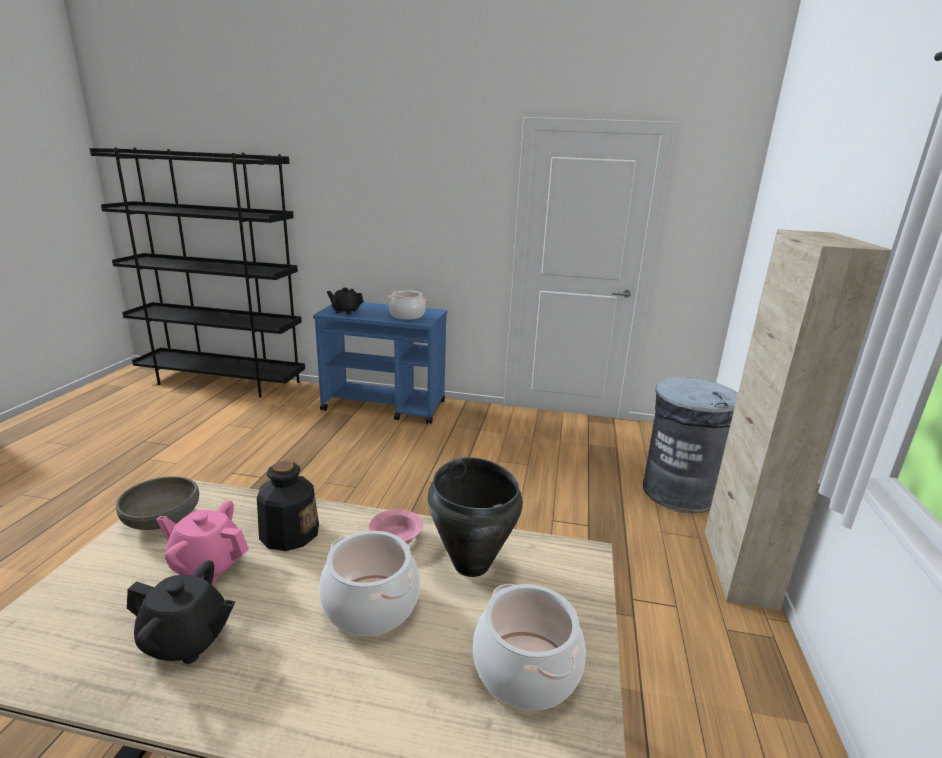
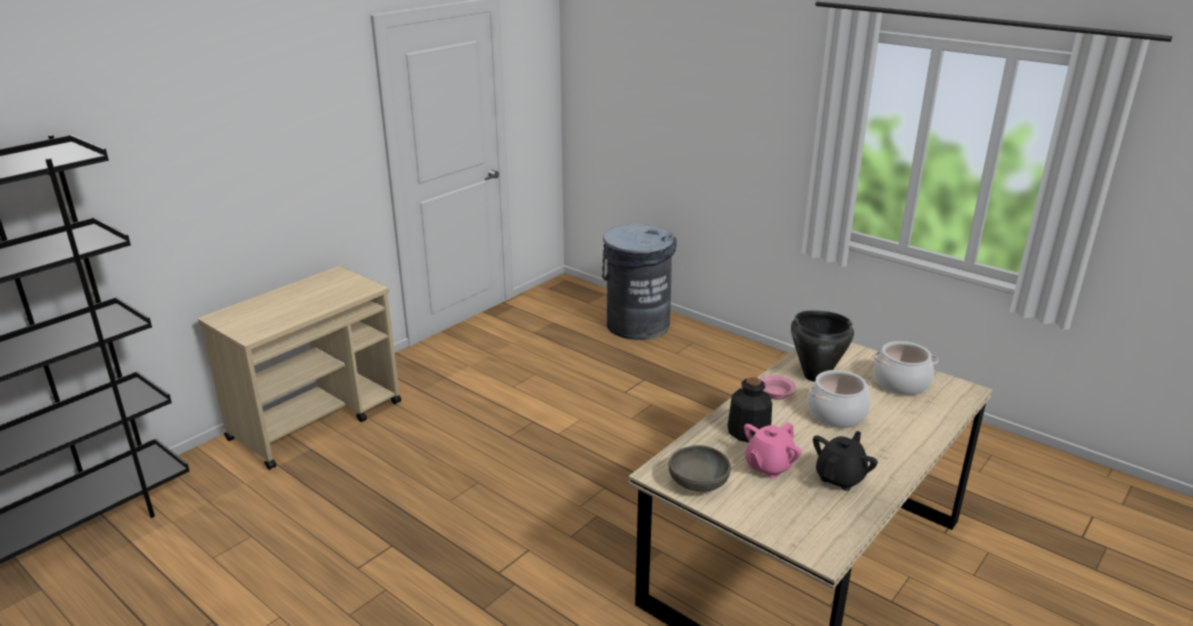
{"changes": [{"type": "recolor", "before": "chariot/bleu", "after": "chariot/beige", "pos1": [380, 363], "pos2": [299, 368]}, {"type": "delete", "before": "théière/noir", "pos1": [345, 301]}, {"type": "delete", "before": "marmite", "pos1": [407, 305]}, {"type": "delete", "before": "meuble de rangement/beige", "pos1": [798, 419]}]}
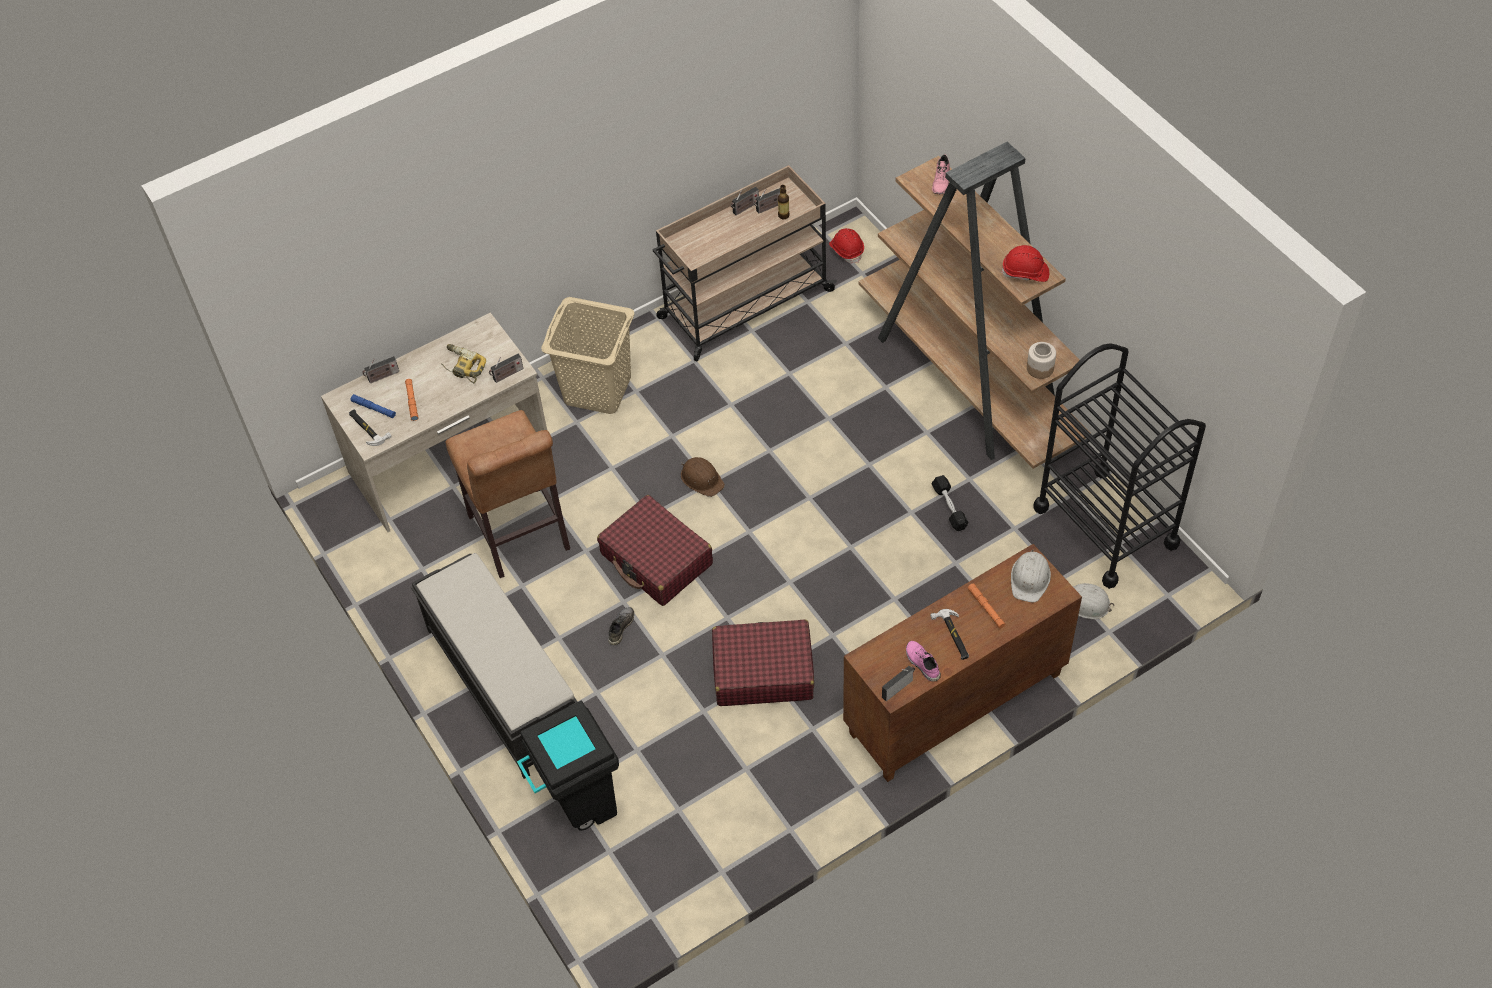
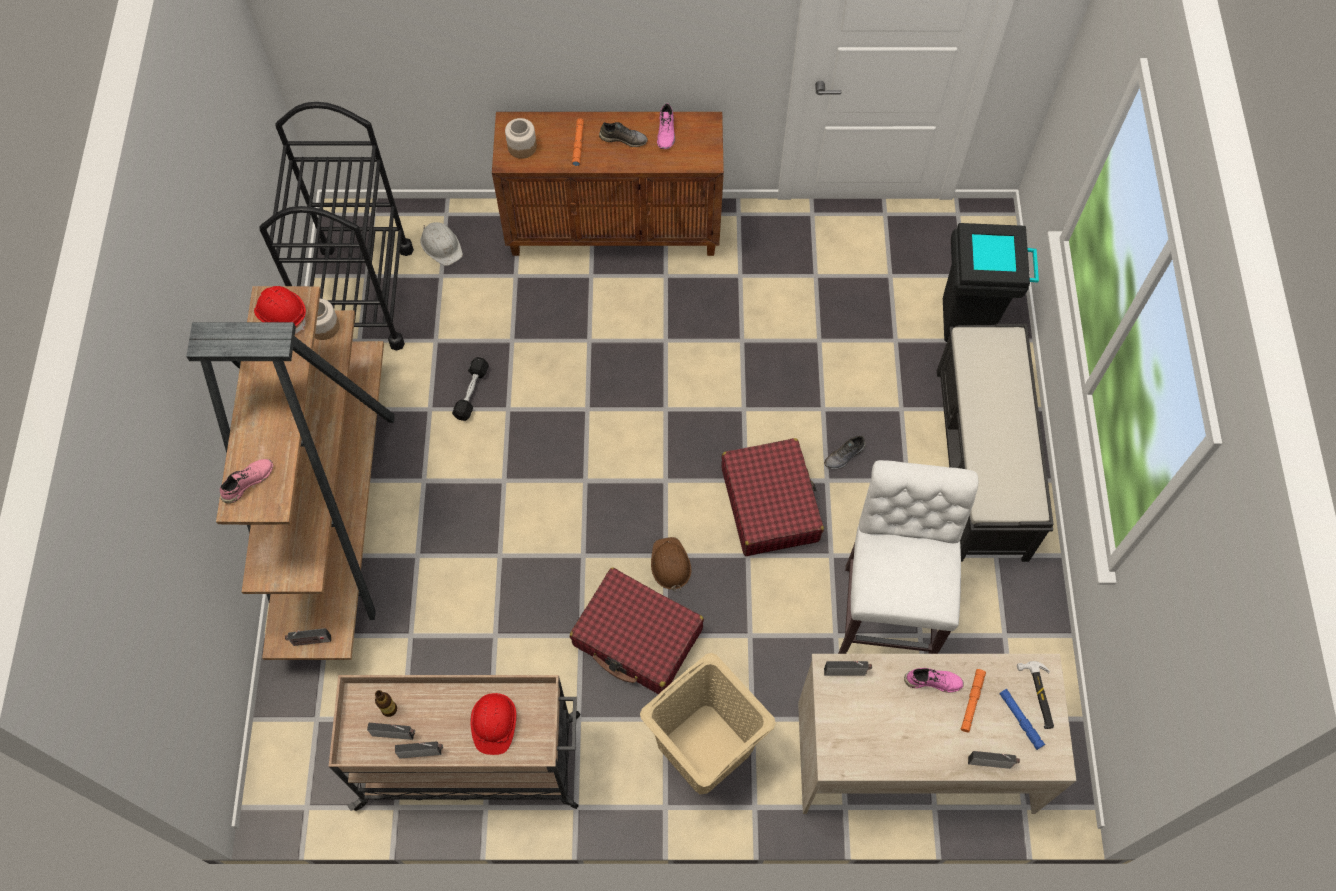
{"changes": [{"type": "move", "before": "radio", "pos1": [898, 683], "pos2": [308, 637]}, {"type": "move", "before": "casque de chantier/rouge", "pos1": [846, 245], "pos2": [494, 724]}, {"type": "replace", "before": "casque de chantier/blanc", "after": "bocal", "pos1": [1031, 575], "pos2": [521, 138]}, {"type": "move", "before": "valise/rouge", "pos1": [763, 662], "pos2": [637, 630]}, {"type": "replace", "before": "marteau", "after": "chaussure/gris", "pos1": [949, 634], "pos2": [623, 134]}, {"type": "recolor", "before": "tabouret/marron", "after": "tabouret/blanc", "pos1": [508, 494], "pos2": [908, 557]}, {"type": "insert", "after": "chaussure/rose", "pos2": [934, 680]}, {"type": "delete", "before": "perceuse", "pos1": [464, 363]}]}
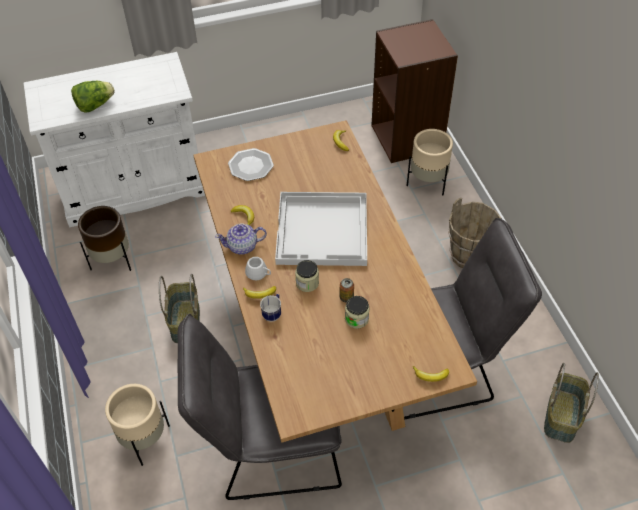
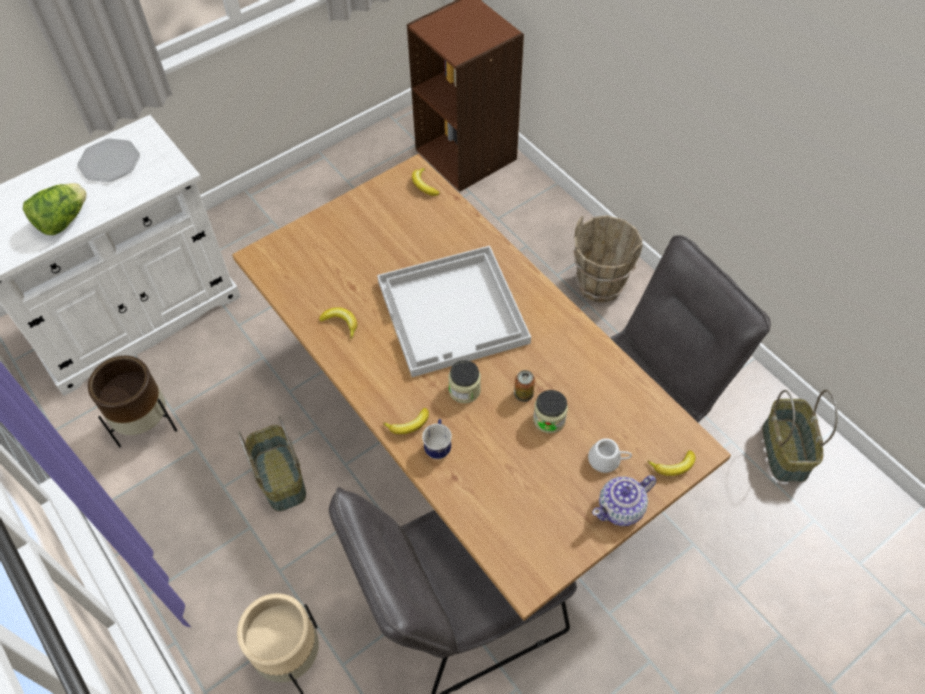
{"changes": [{"type": "move", "before": "assiette", "pos1": [251, 164], "pos2": [108, 160]}, {"type": "move", "before": "mug/blanc", "pos1": [258, 268], "pos2": [610, 455]}, {"type": "move", "before": "théière", "pos1": [241, 239], "pos2": [624, 500]}, {"type": "delete", "before": "cache-pot/beige", "pos1": [430, 162]}]}
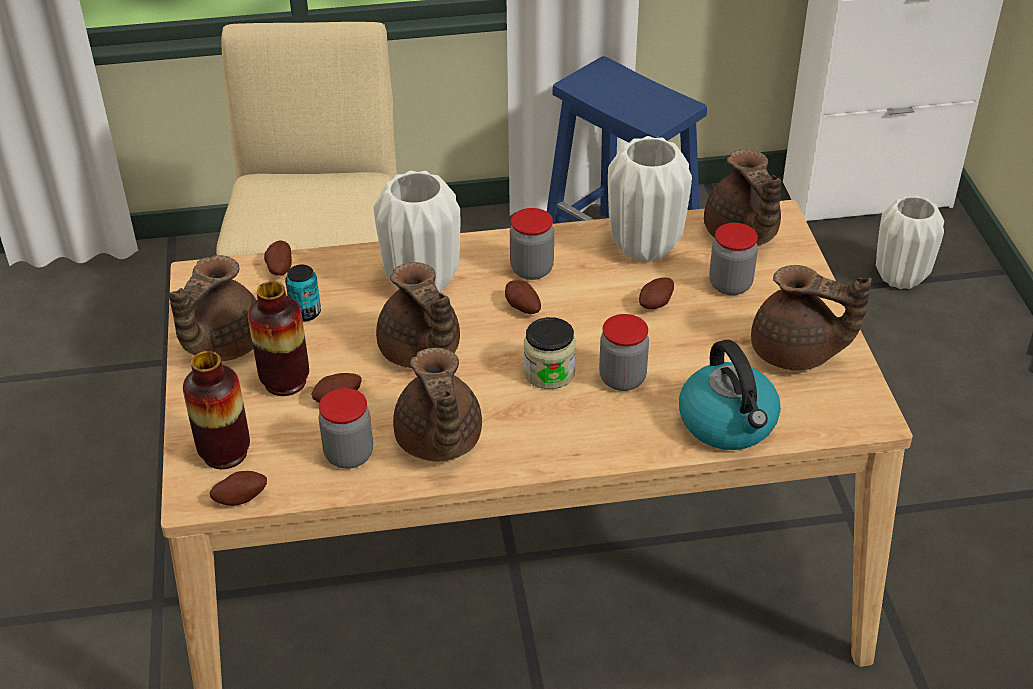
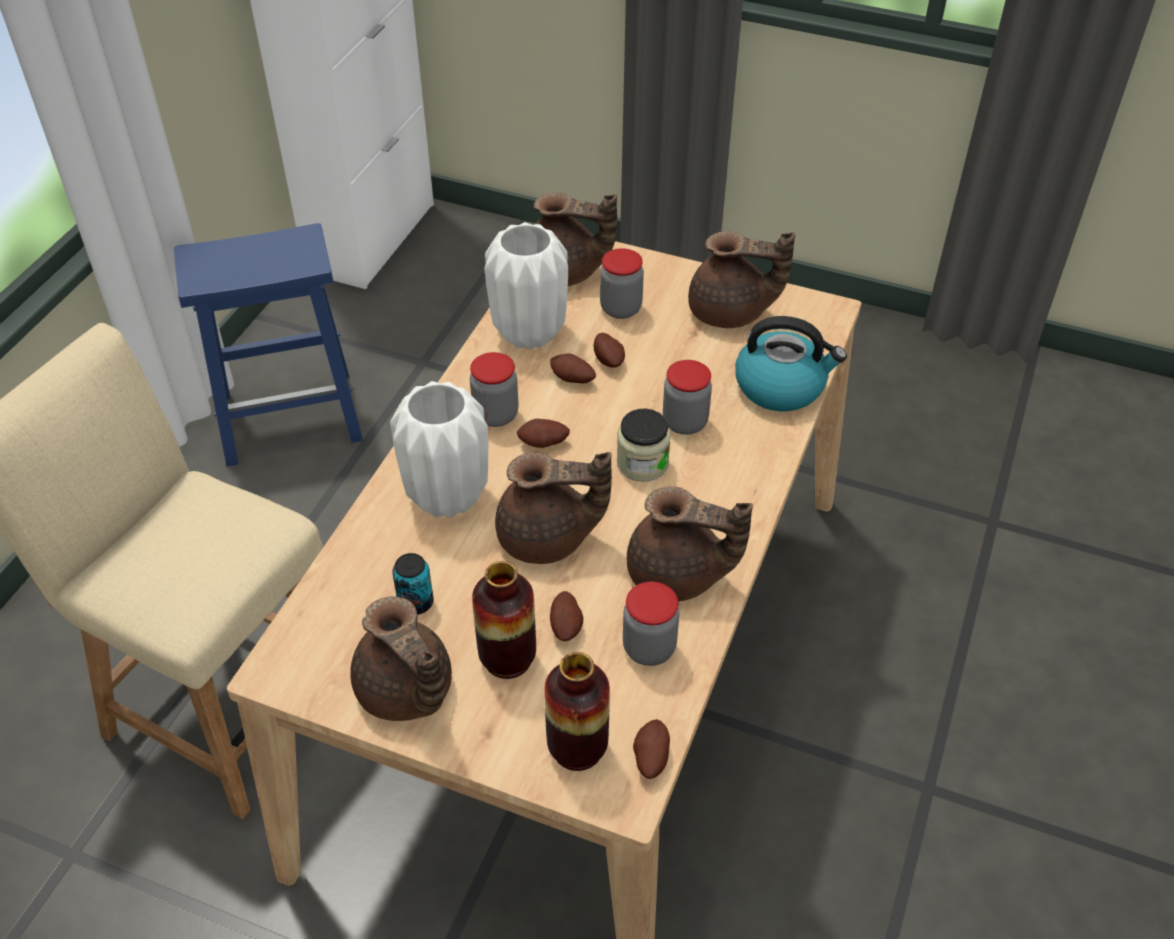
{"changes": [{"type": "move", "before": "pomme de terre", "pos1": [278, 258], "pos2": [573, 368]}, {"type": "rotate", "before": "théière/marron", "pos1": [811, 318], "pos2": [741, 279], "turn": 45}, {"type": "delete", "before": "vase/blanc", "pos1": [910, 242]}]}
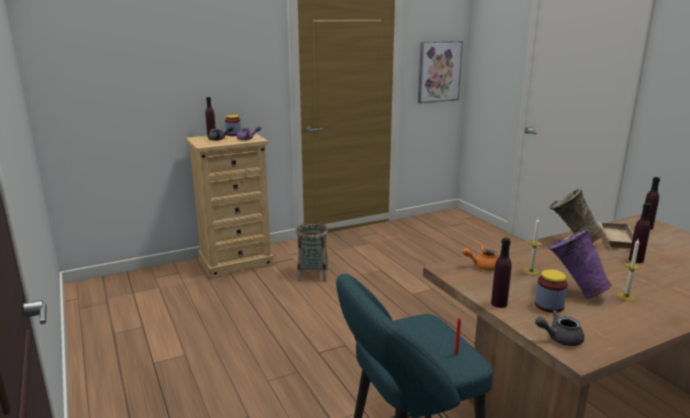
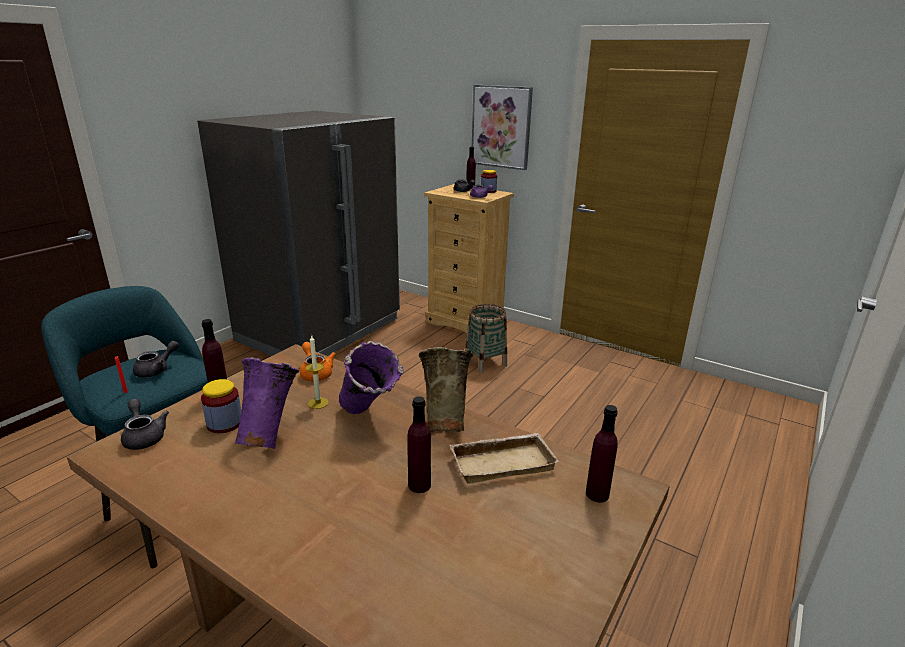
{"changes": [{"type": "insert", "after": "théière/gris", "pos2": [156, 359]}, {"type": "insert", "after": "réfrigérateur/gris", "pos2": [298, 233]}, {"type": "insert", "after": "vase/violet", "pos2": [371, 377]}, {"type": "move", "before": "tableau", "pos1": [440, 72], "pos2": [502, 127]}, {"type": "delete", "before": "bougie", "pos1": [629, 270]}]}
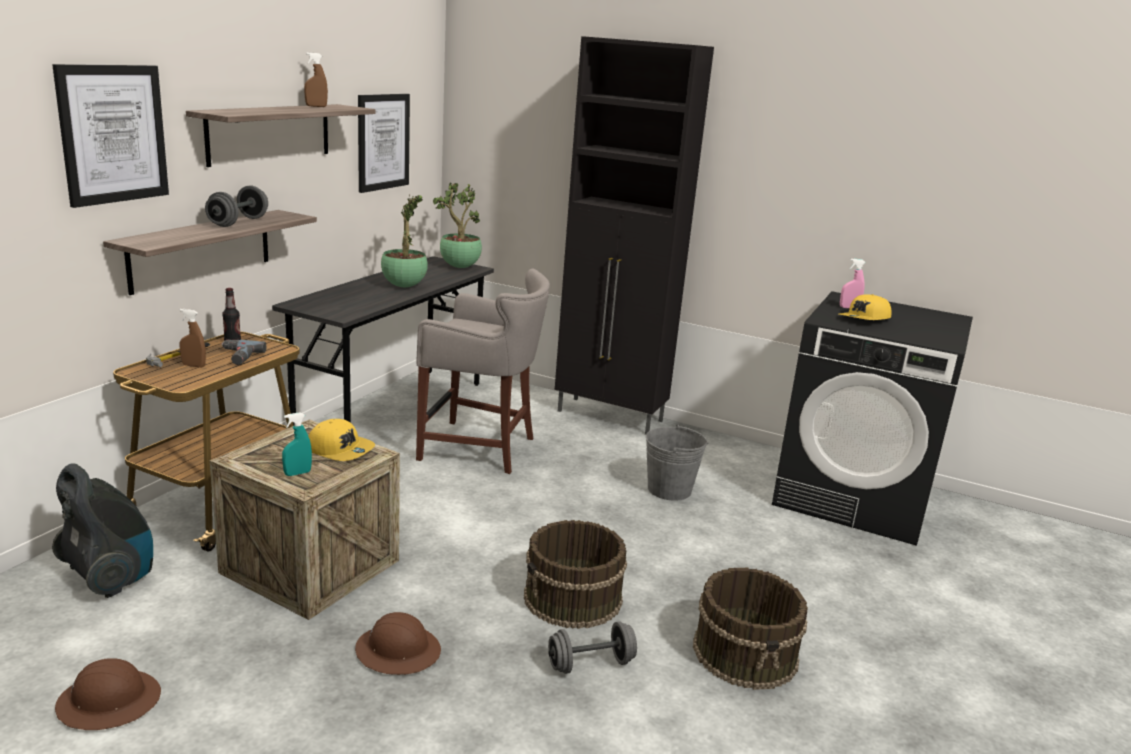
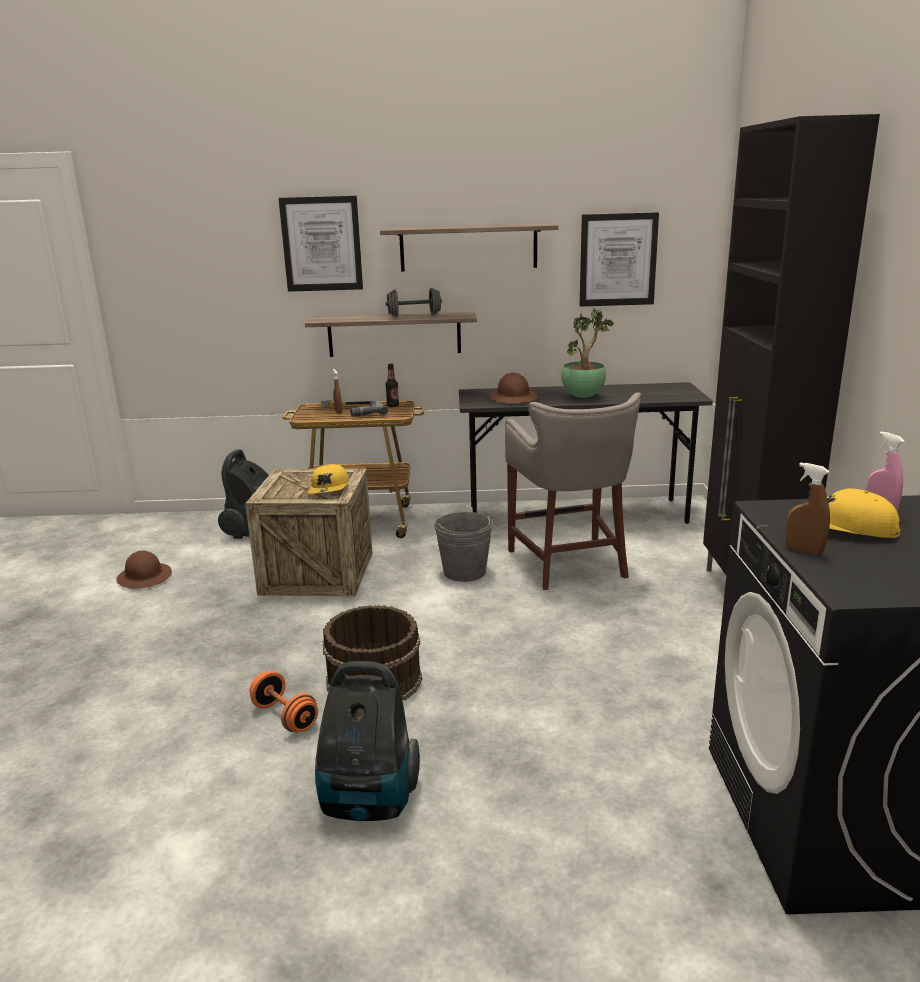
{"changes": [{"type": "recolor", "before": "haltère/gris", "after": "haltère/orange", "pos1": [592, 647], "pos2": [284, 701]}, {"type": "replace", "before": "seau/marron", "after": "aspirateur", "pos1": [750, 629], "pos2": [367, 741]}, {"type": "move", "before": "seau/gris", "pos1": [677, 462], "pos2": [463, 547]}, {"type": "move", "before": "casque de chantier/marron", "pos1": [398, 643], "pos2": [513, 388]}, {"type": "move", "before": "vaporisateur/marron", "pos1": [316, 79], "pos2": [808, 508]}, {"type": "delete", "before": "vaporisateur/turquoise", "pos1": [297, 444]}, {"type": "delete", "before": "plante en pot", "pos1": [457, 225]}]}
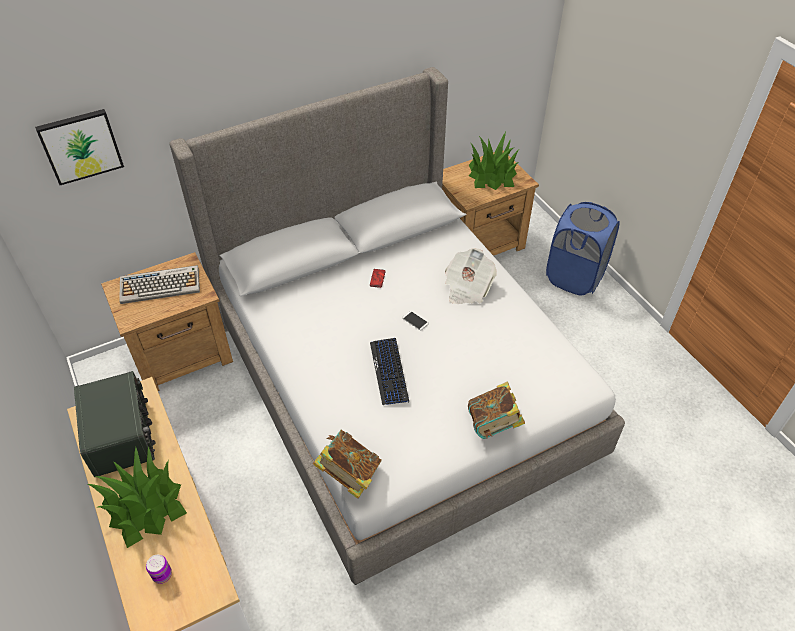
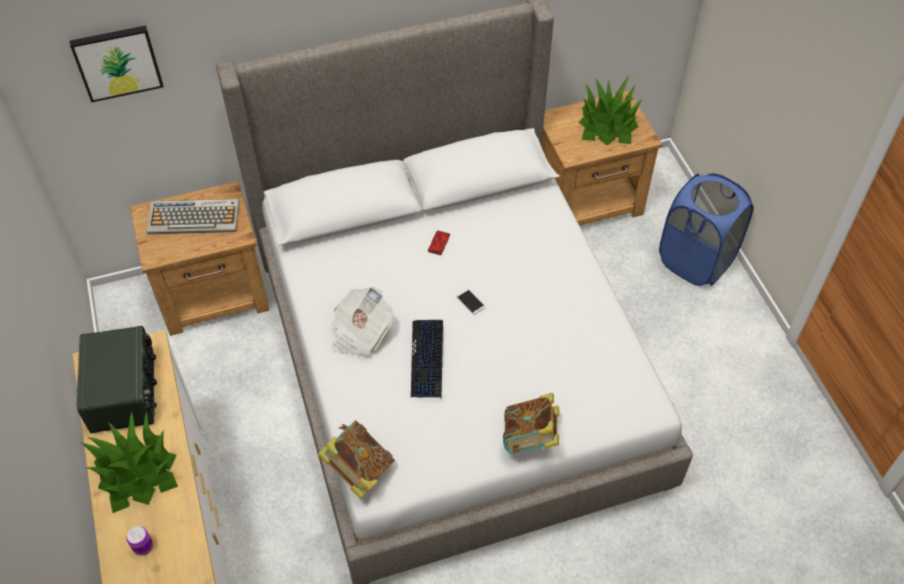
{"changes": [{"type": "move", "before": "journal", "pos1": [471, 276], "pos2": [362, 322]}]}
